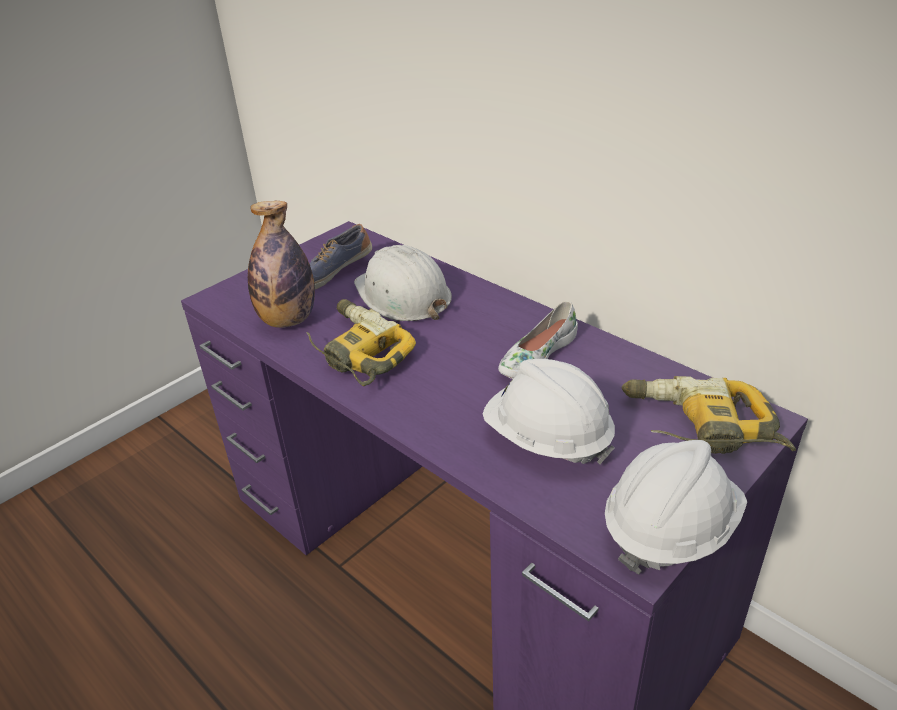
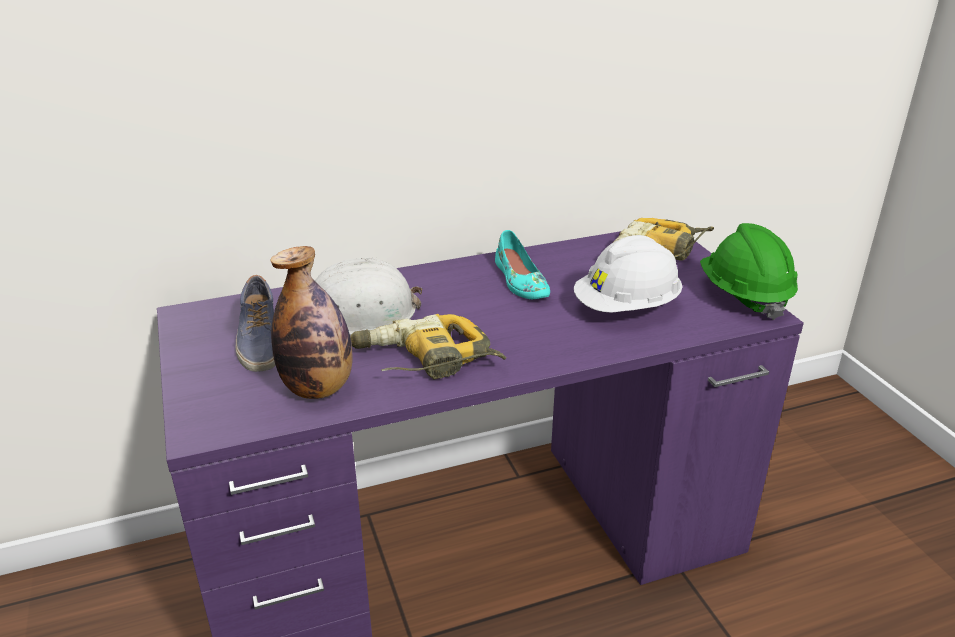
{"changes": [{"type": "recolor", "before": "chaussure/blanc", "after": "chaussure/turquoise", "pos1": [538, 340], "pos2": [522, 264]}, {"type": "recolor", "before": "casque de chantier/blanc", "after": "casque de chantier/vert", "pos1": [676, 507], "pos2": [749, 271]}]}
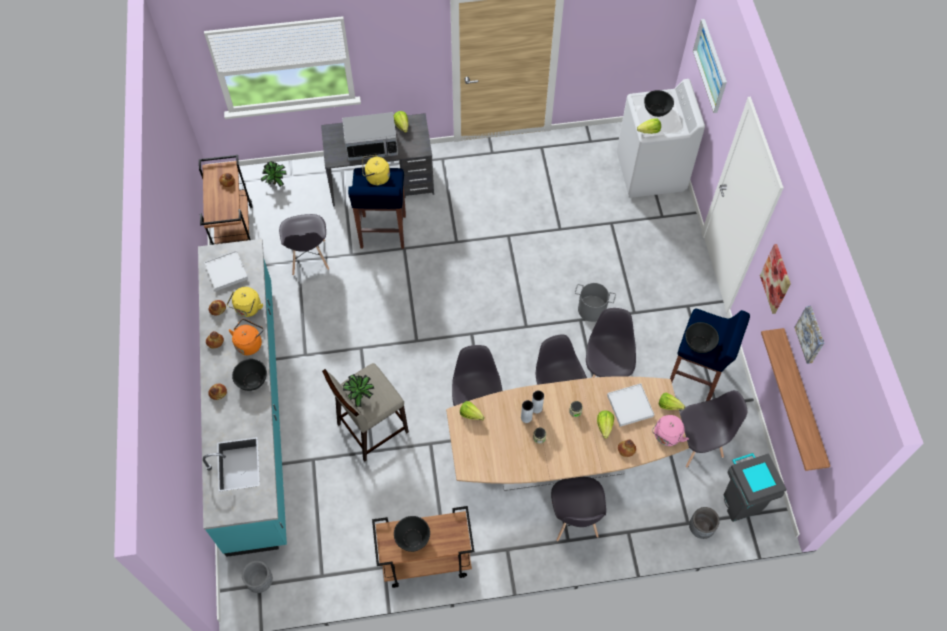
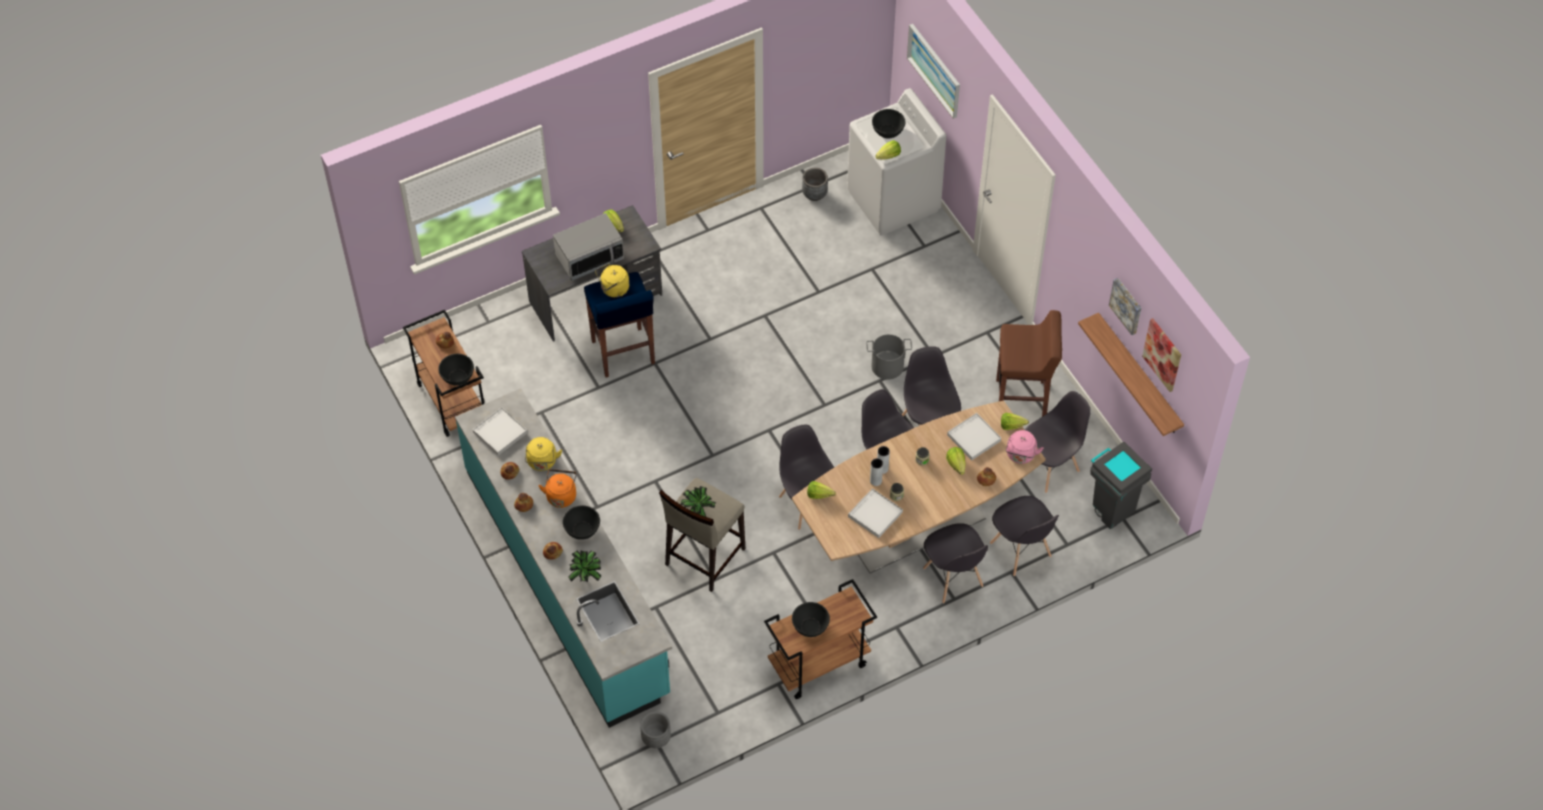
{"changes": [{"type": "move", "before": "bol/noir", "pos1": [702, 337], "pos2": [456, 369]}, {"type": "move", "before": "plante en pot", "pos1": [274, 174], "pos2": [584, 566]}, {"type": "move", "before": "cache-pot/gris", "pos1": [704, 523], "pos2": [815, 184]}, {"type": "insert", "after": "plateau/blanc", "pos2": [875, 513]}, {"type": "move", "before": "chaise/gris", "pos1": [304, 244], "pos2": [1024, 536]}, {"type": "recolor", "before": "tabouret/bleu", "after": "tabouret/marron", "pos1": [710, 355], "pos2": [1029, 363]}, {"type": "move", "before": "tableau", "pos1": [775, 279], "pos2": [1161, 355]}]}
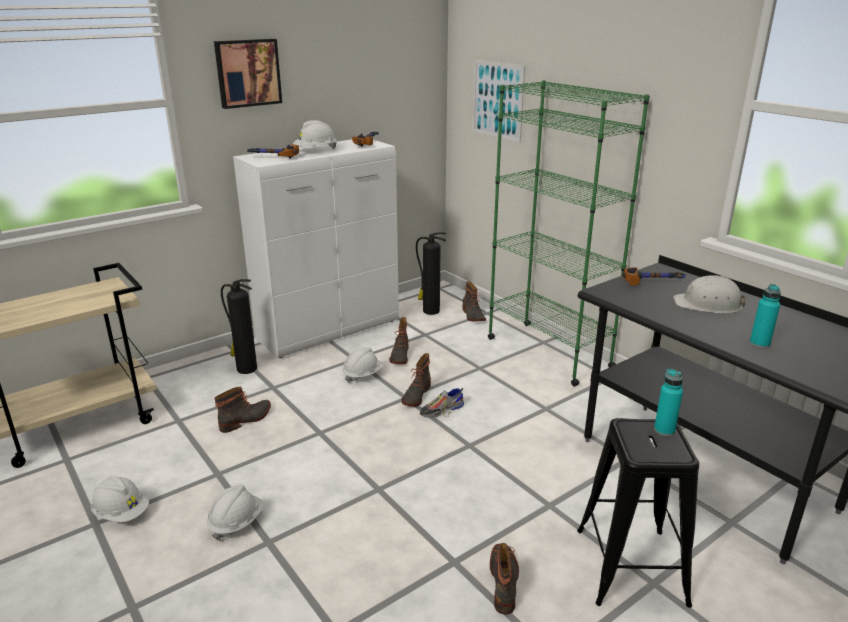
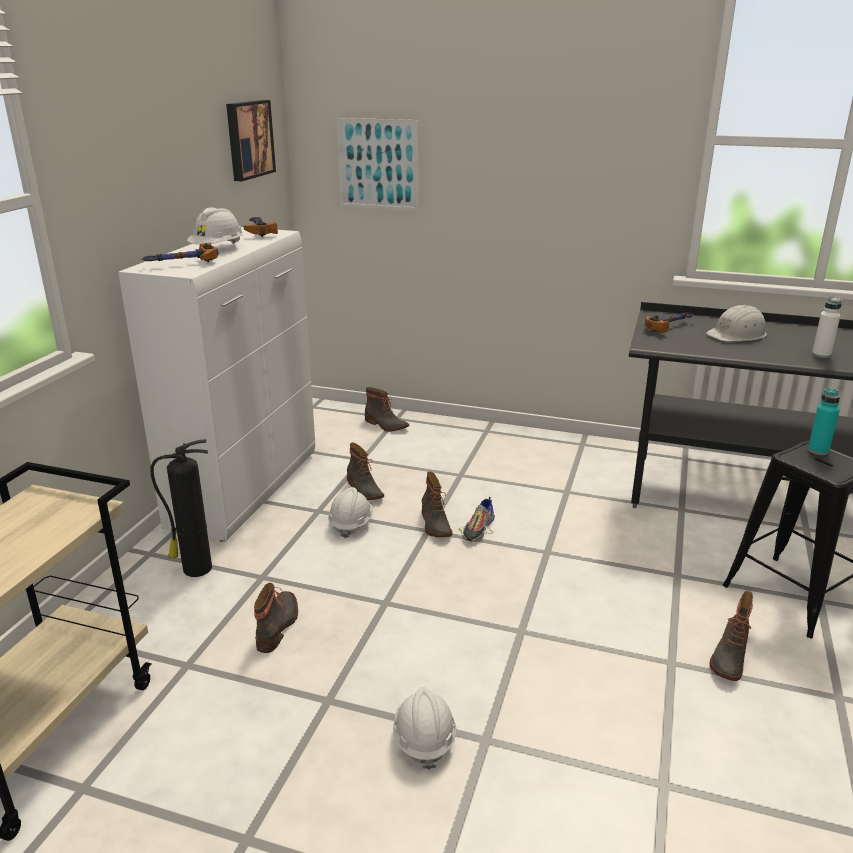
{"changes": [{"type": "move", "before": "tableau", "pos1": [248, 74], "pos2": [251, 140]}, {"type": "rotate", "before": "botte", "pos1": [504, 578], "pos2": [731, 636], "turn": -120}, {"type": "recolor", "before": "bouteille/turquoise", "after": "bouteille/blanc", "pos1": [765, 316], "pos2": [827, 327]}, {"type": "delete", "before": "casque de chantier/blanc", "pos1": [120, 499]}, {"type": "delete", "before": "extincteur", "pos1": [431, 273]}, {"type": "delete", "before": "bibliothèque/vert", "pos1": [569, 233]}]}
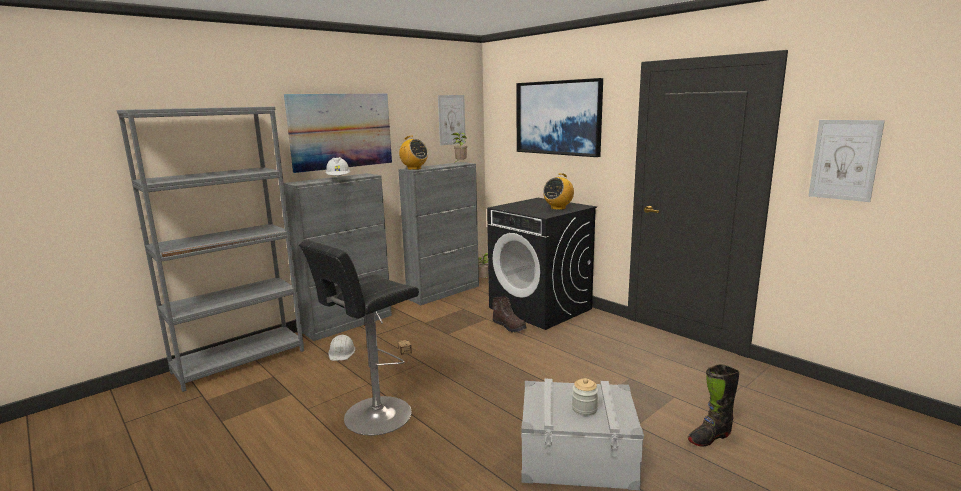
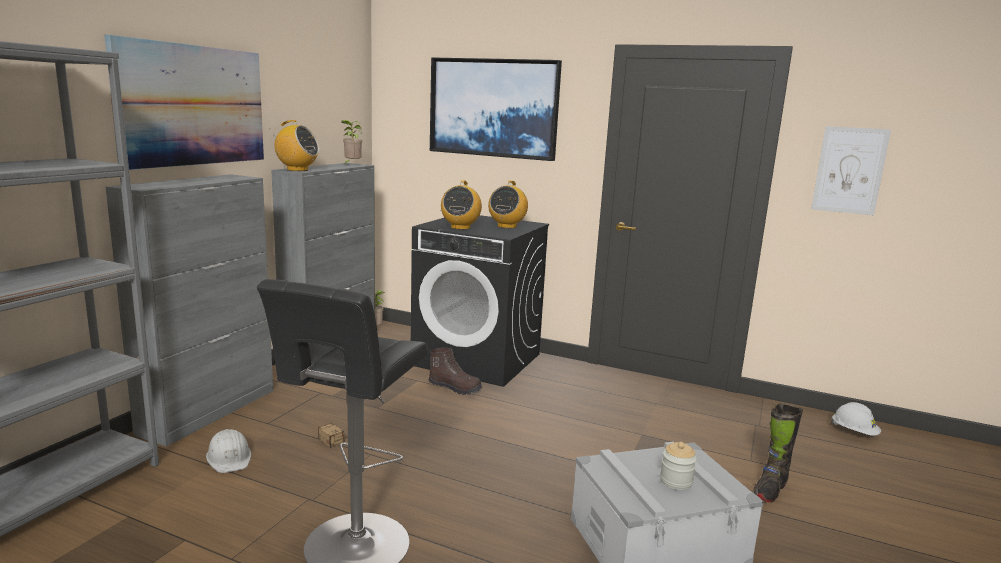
{"changes": [{"type": "insert", "after": "radio", "pos2": [461, 205]}, {"type": "move", "before": "casque de chantier/blanc", "pos1": [338, 167], "pos2": [856, 419]}, {"type": "delete", "before": "tableau", "pos1": [452, 120]}]}
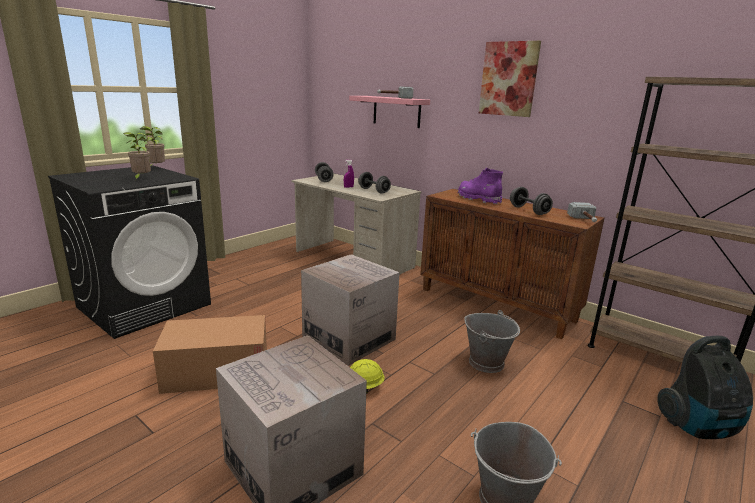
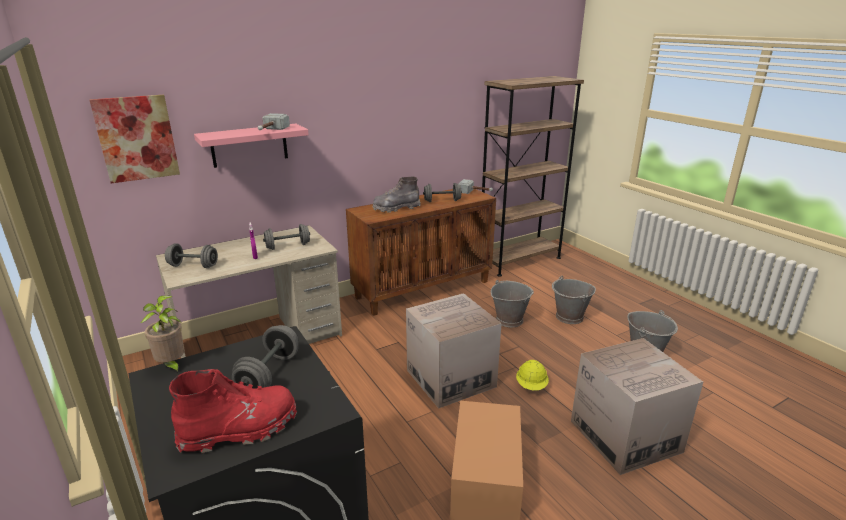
{"changes": [{"type": "move", "before": "tableau", "pos1": [510, 79], "pos2": [134, 139]}, {"type": "insert", "after": "botte/rouge", "pos2": [233, 411]}, {"type": "replace", "before": "plante en pot", "after": "haltère/gris", "pos1": [137, 156], "pos2": [265, 357]}, {"type": "recolor", "before": "botte/violet", "after": "botte/gris", "pos1": [480, 186], "pos2": [397, 194]}, {"type": "insert", "after": "seau/gris", "pos2": [574, 300]}, {"type": "delete", "before": "aspirateur", "pos1": [705, 387]}]}
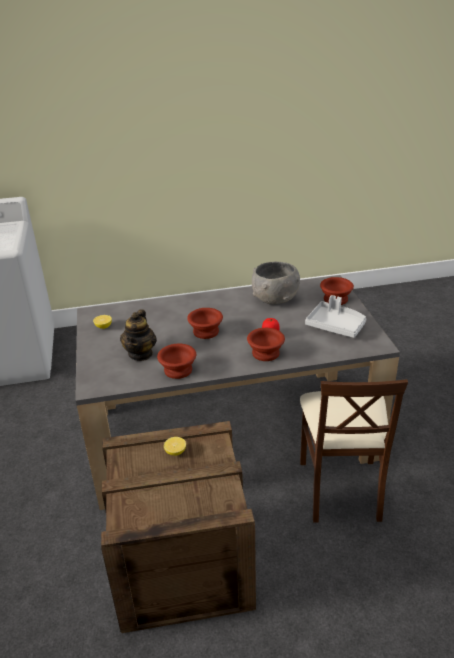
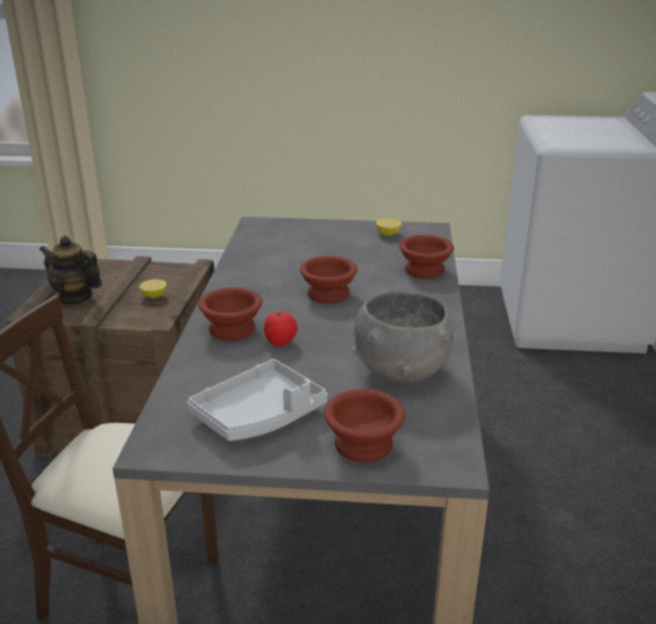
{"changes": [{"type": "move", "before": "théière", "pos1": [138, 335], "pos2": [70, 270]}, {"type": "move", "before": "bol/marron", "pos1": [176, 361], "pos2": [426, 257]}]}
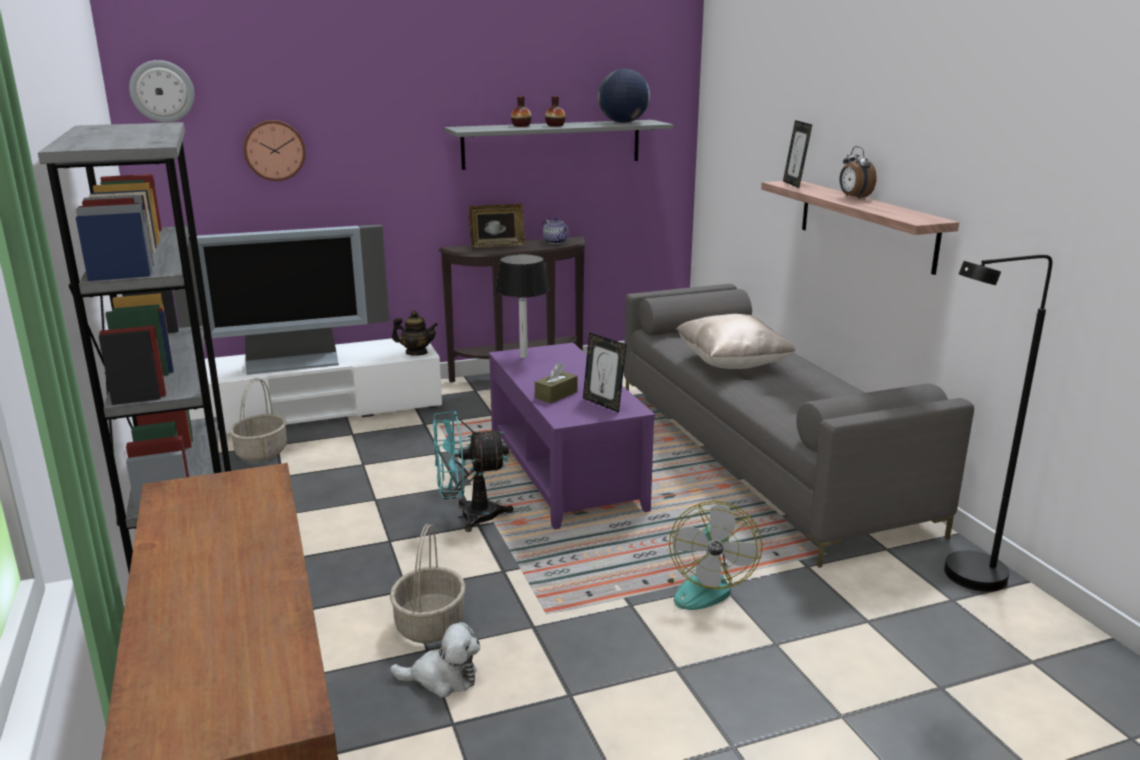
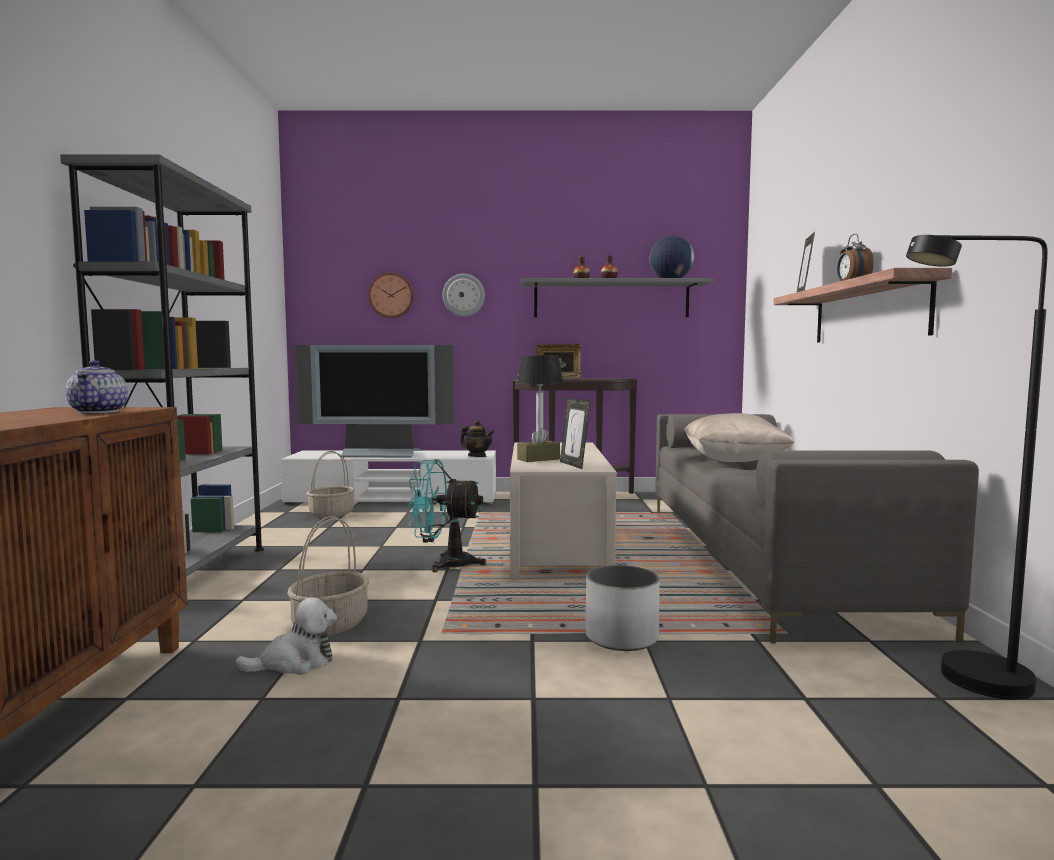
{"changes": [{"type": "move", "before": "théière", "pos1": [556, 230], "pos2": [96, 386]}, {"type": "rotate", "before": "peluche", "pos1": [435, 659], "pos2": [286, 636], "turn": -45}, {"type": "move", "before": "horloge murale", "pos1": [162, 91], "pos2": [464, 295]}, {"type": "recolor", "before": "table basse/violet", "after": "table basse/beige", "pos1": [572, 436], "pos2": [563, 511]}, {"type": "replace", "before": "ventilateur", "after": "cache-pot/blanc", "pos1": [714, 555], "pos2": [622, 608]}]}
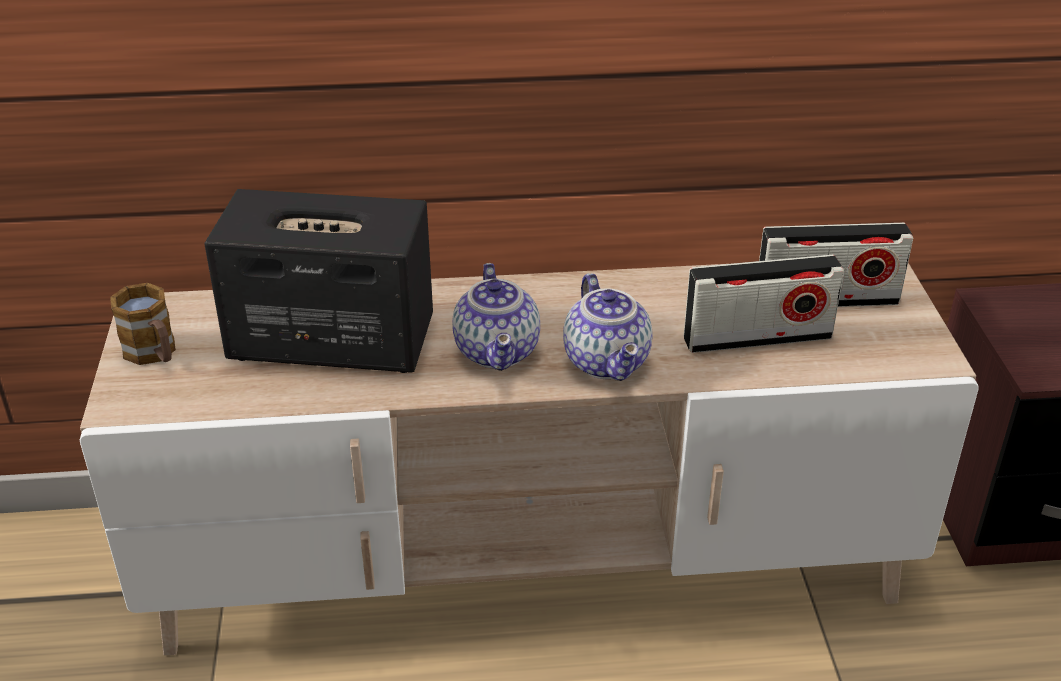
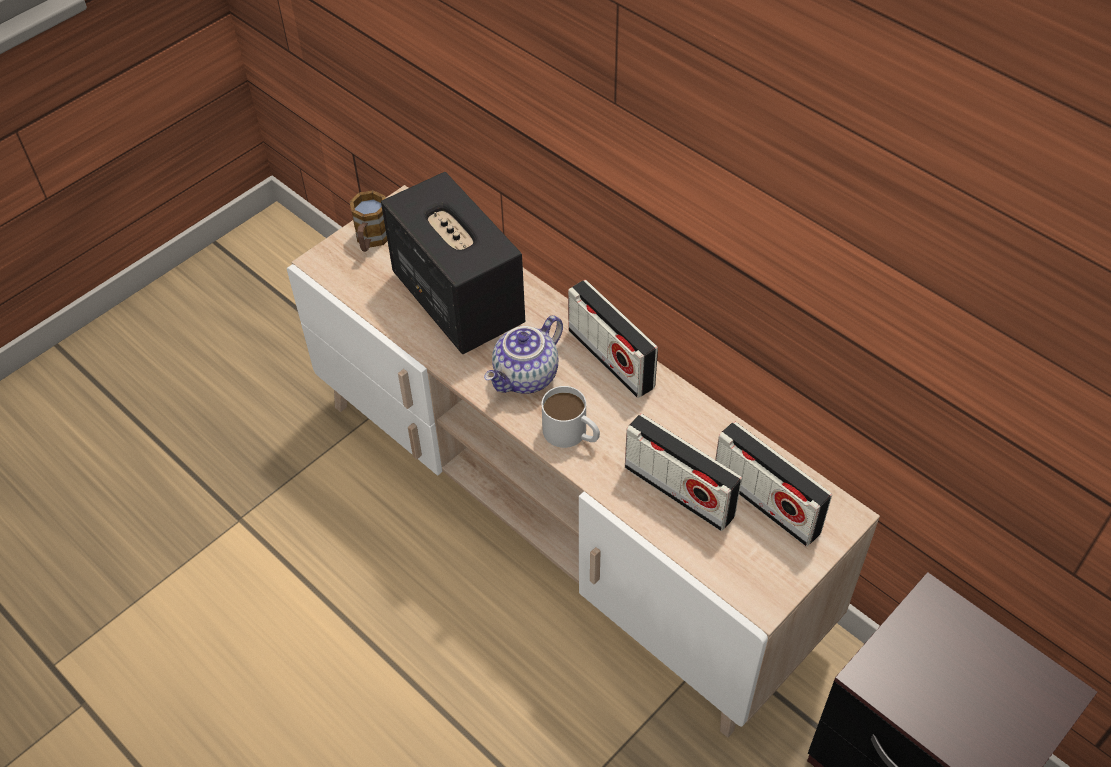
{"changes": [{"type": "replace", "before": "théière", "after": "mug/blanc", "pos1": [608, 327], "pos2": [571, 417]}, {"type": "insert", "after": "radio", "pos2": [613, 339]}]}
